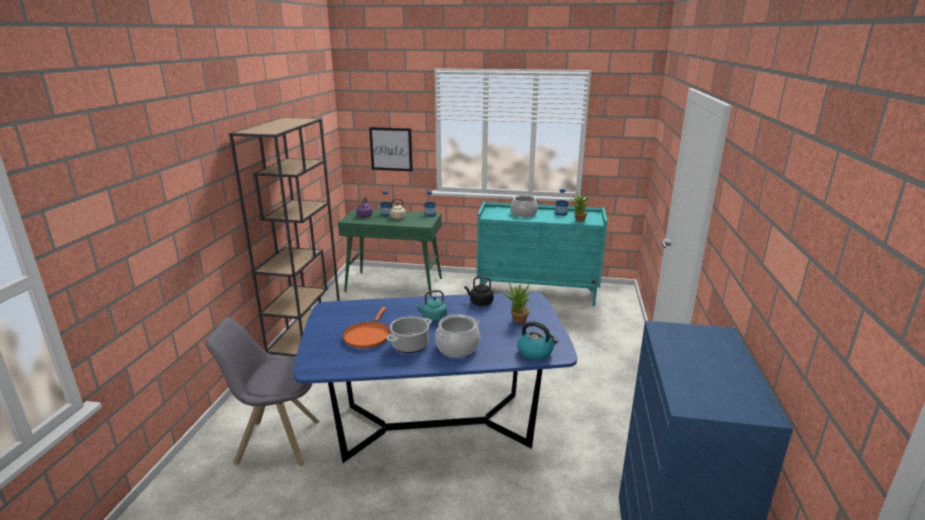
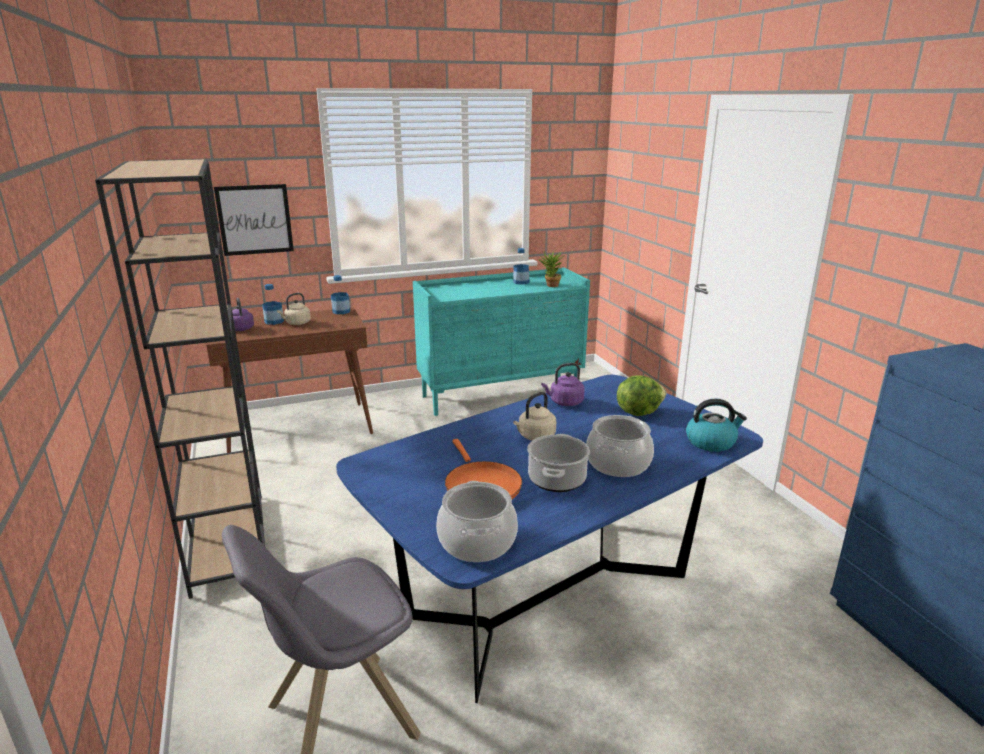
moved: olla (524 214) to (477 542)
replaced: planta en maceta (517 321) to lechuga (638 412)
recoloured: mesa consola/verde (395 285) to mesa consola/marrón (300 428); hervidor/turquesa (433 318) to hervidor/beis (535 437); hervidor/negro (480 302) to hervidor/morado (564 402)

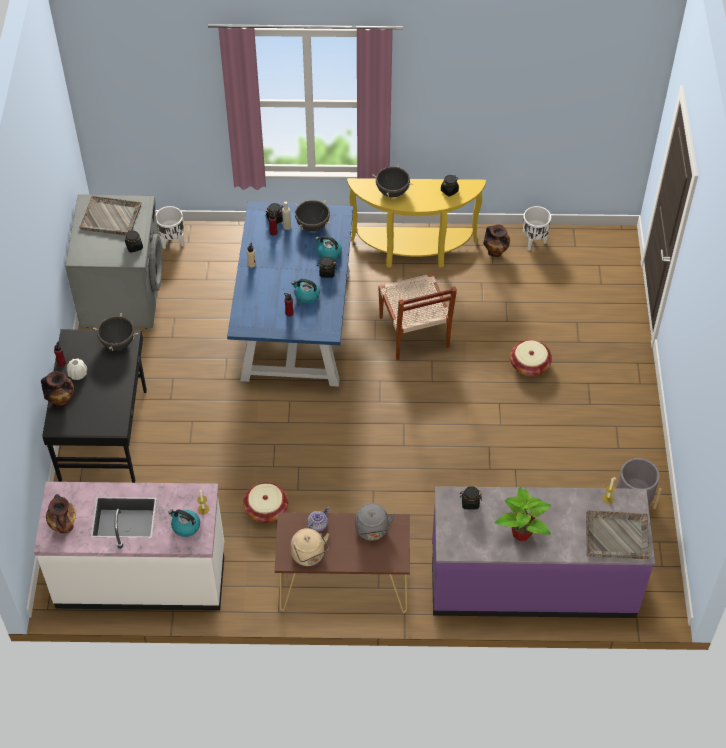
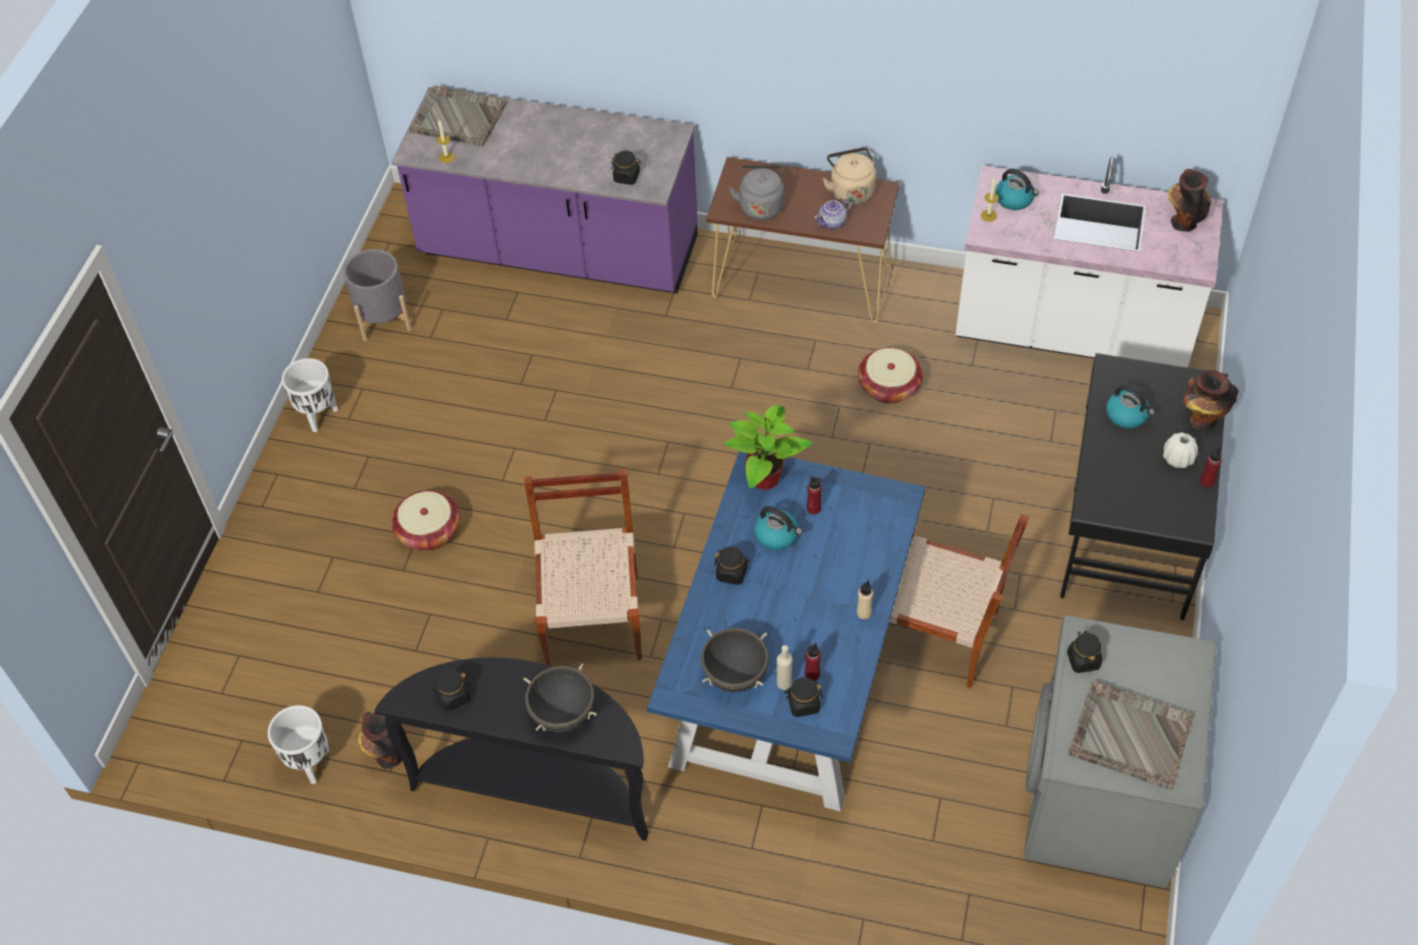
removed: olla/negro (118 343)
added: silla (940 635)
moved: maceta/blanco (172 242) to (319 416); hervidor (328 253) to (1127 415); planta en maceta (522 533) to (764 478)
recoloured: mesa consola/amarillo (414 252) to mesa consola/negro (537 785)

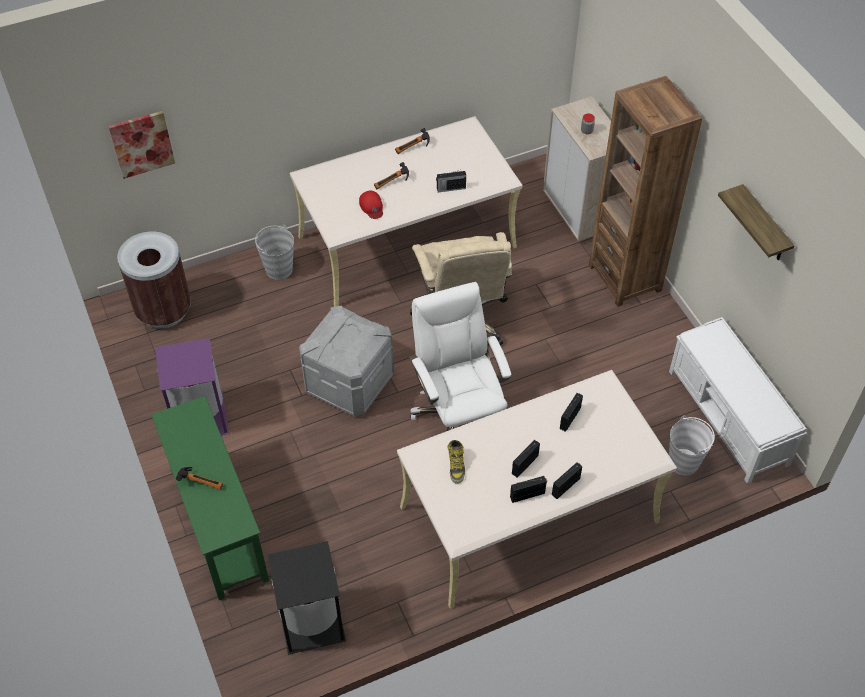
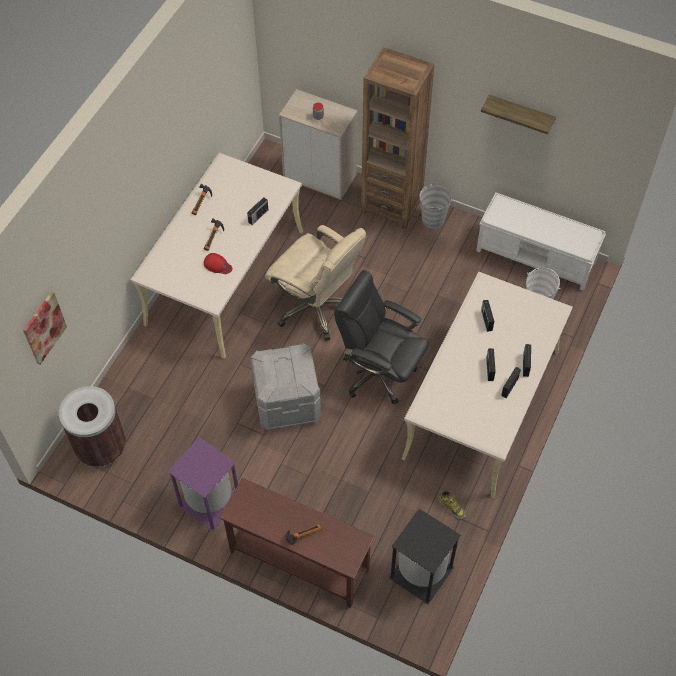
moved: cubo/gris (278 269) to (432 219); bota (456 465) to (452 507)
recoloured: mesa consola/verde (218 524) to mesa consola/marrón (298 561); silla de oficina/blanco (458 418) to silla de oficina/negro (380 374)

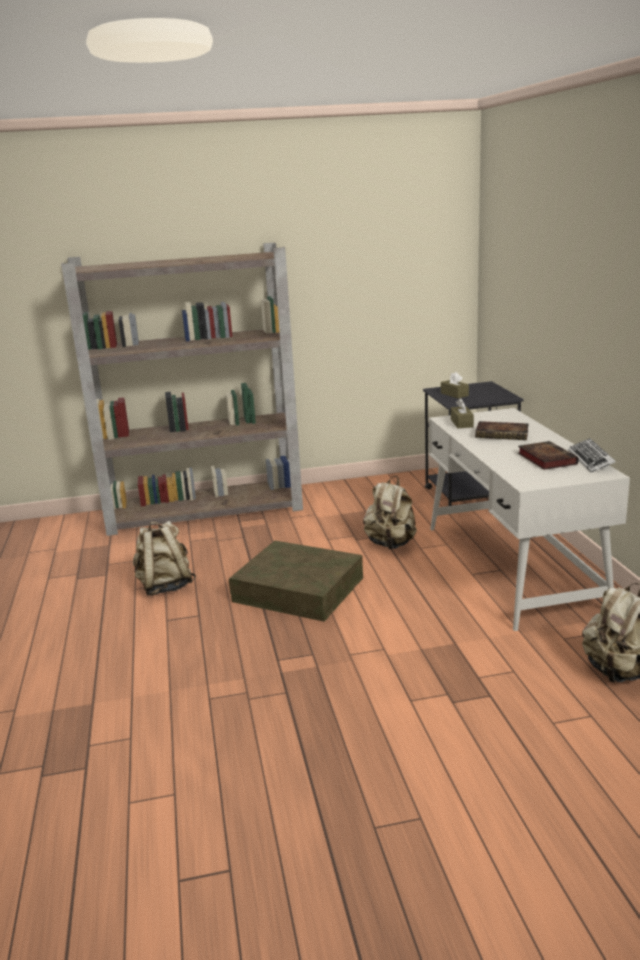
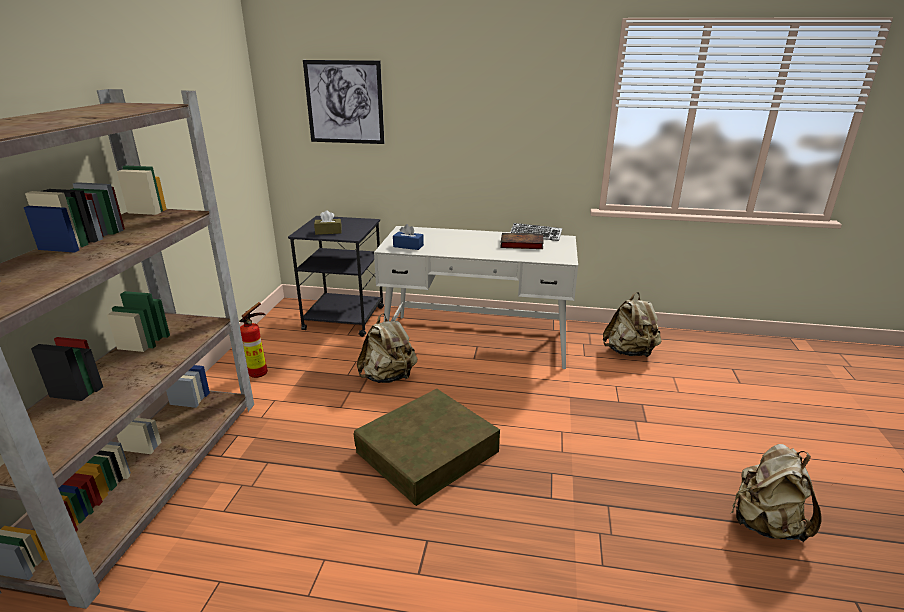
removed: libro (503 434)
added: extintor (261 373); cuadro (344 102)
moved: mochila/beis (165 586) to (765 524)
recoloured: caja de pañuelos/marrón (461 423) to caja de pañuelos/azul (408 246)

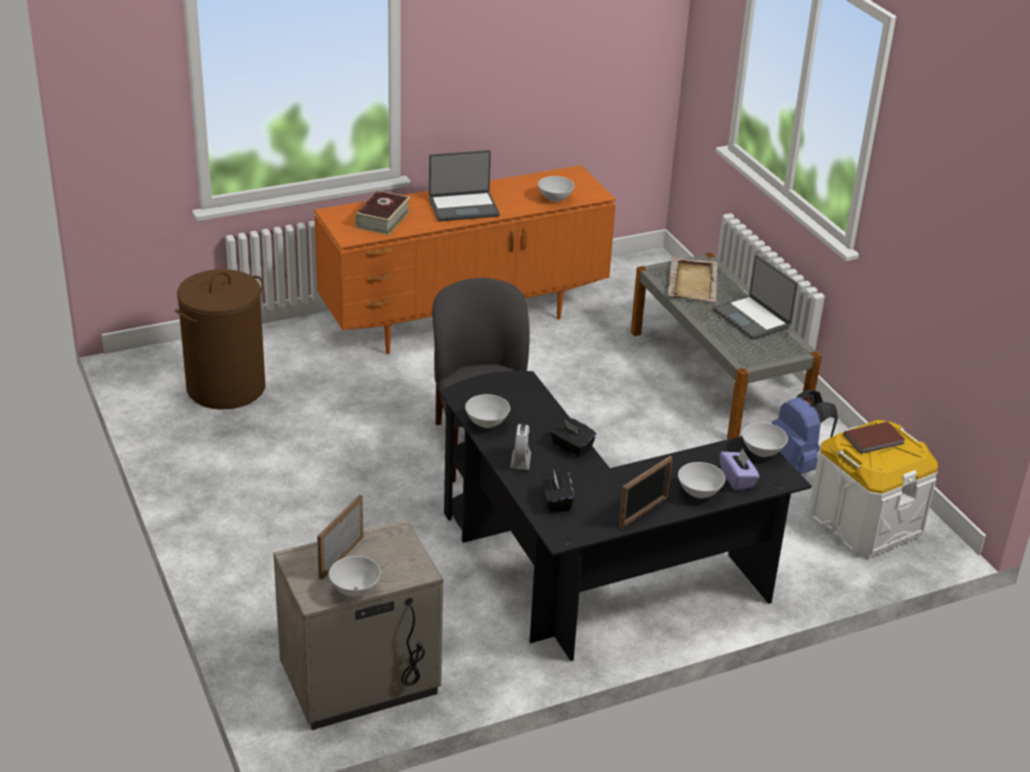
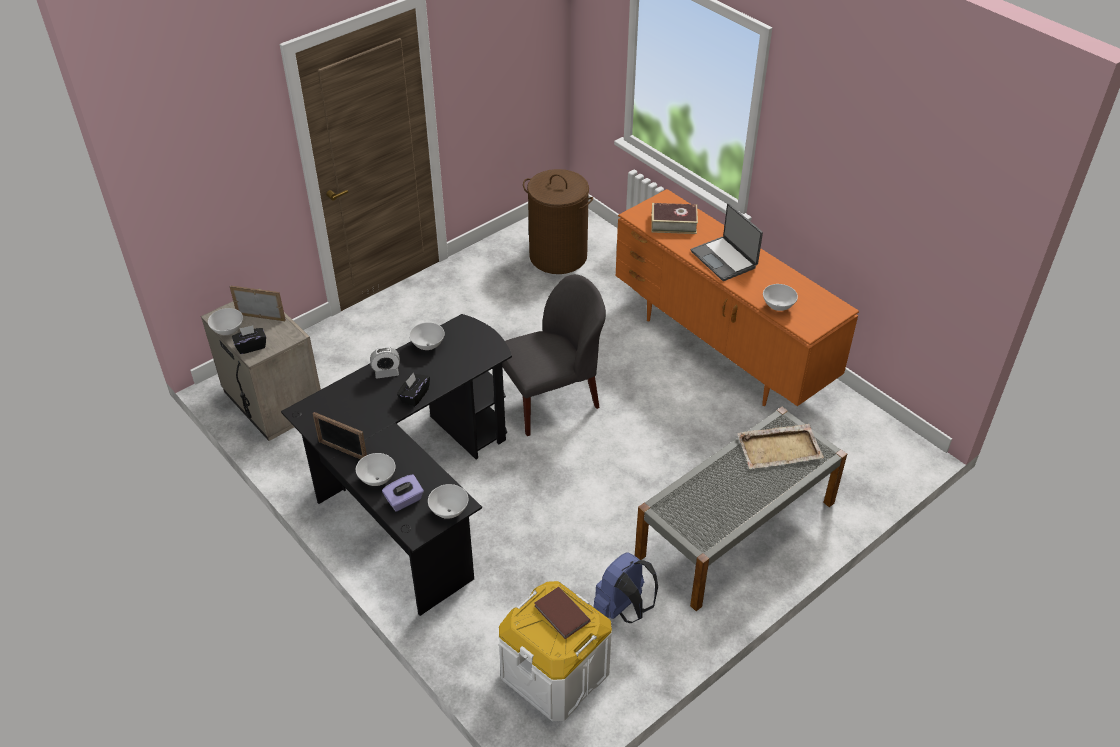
removed: portátil (752 318)
moved: caja de pañuelos/negro (556 501) to (251 346)

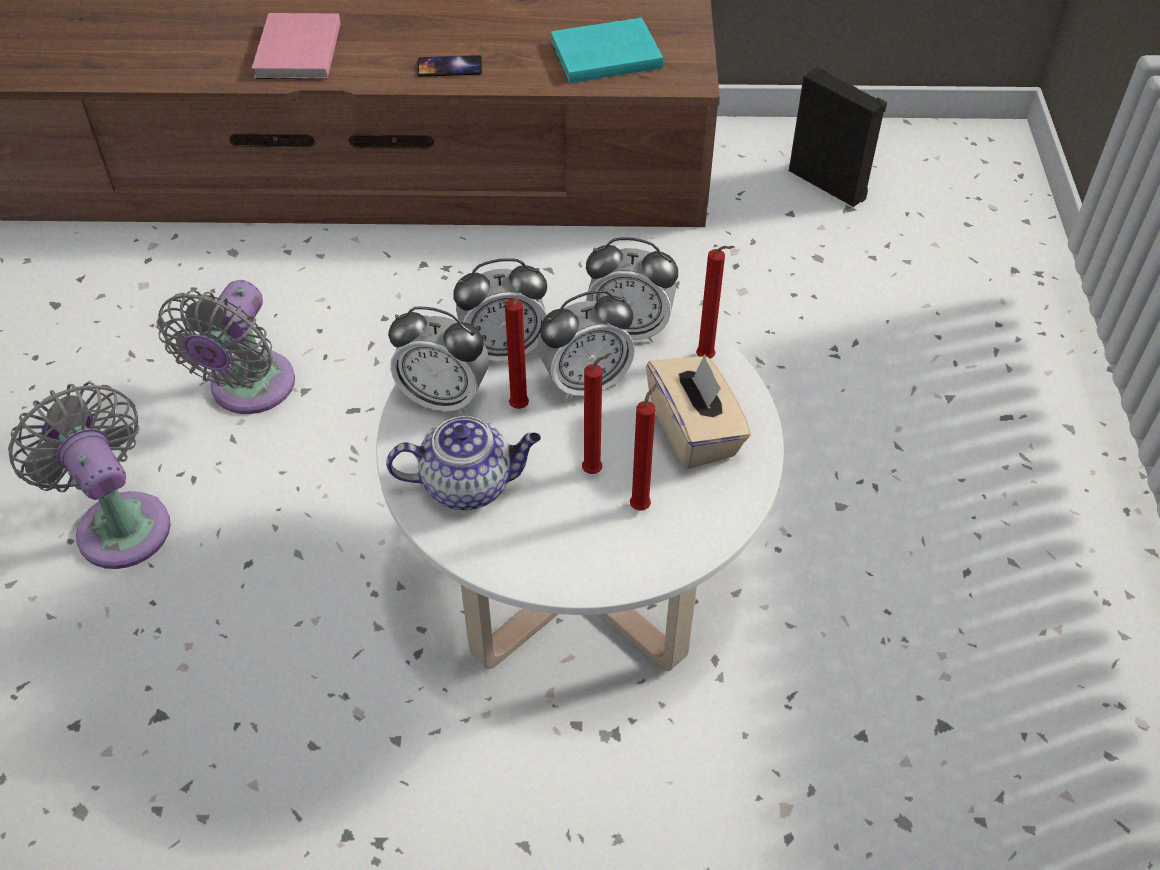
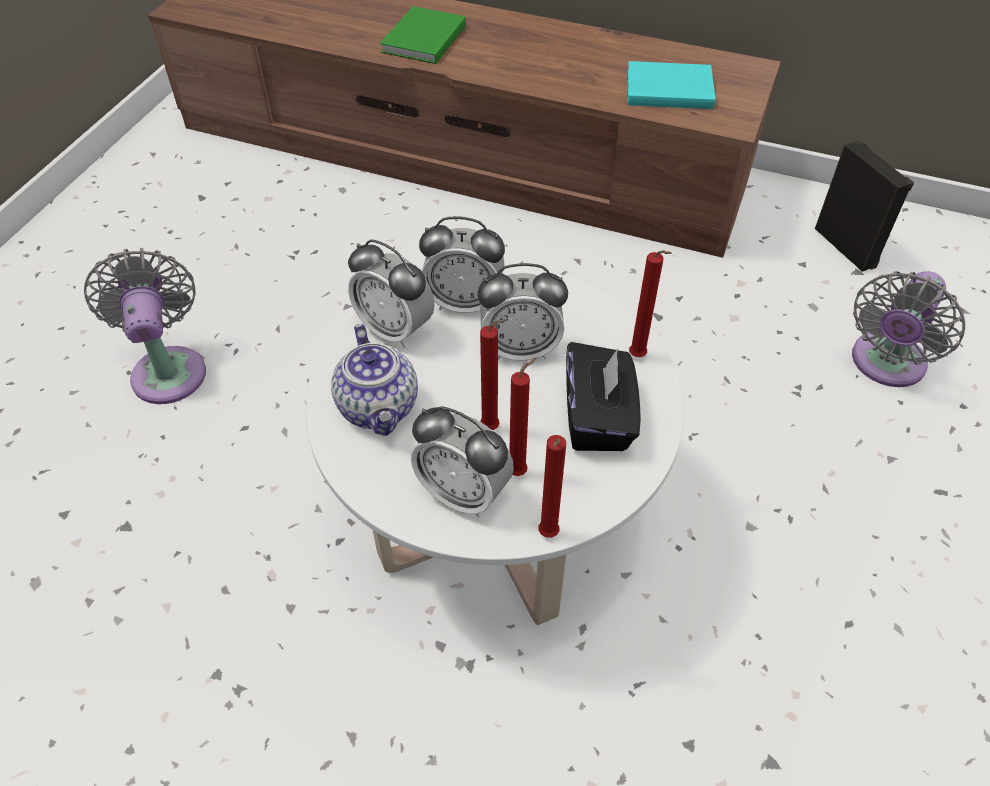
removed: móvil (449 67)
moved: ventilador/gris (248 390) to (885 365); vela/rojo (519 409) to (547 536); despertador (629 328) to (463 493)
recoloured: libro/rosa (296 52) to libro/verde (422 40); caja de pañuelos/beis (695 431) to caja de pañuelos/negro (598 418)
turned: tetera (469 484) = (379 408) 60 degrees clockwise

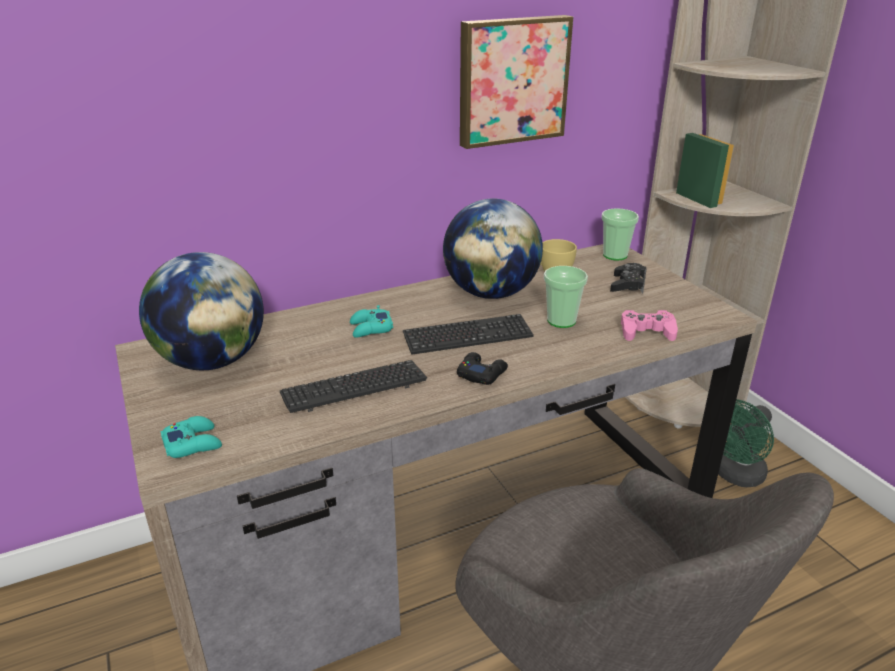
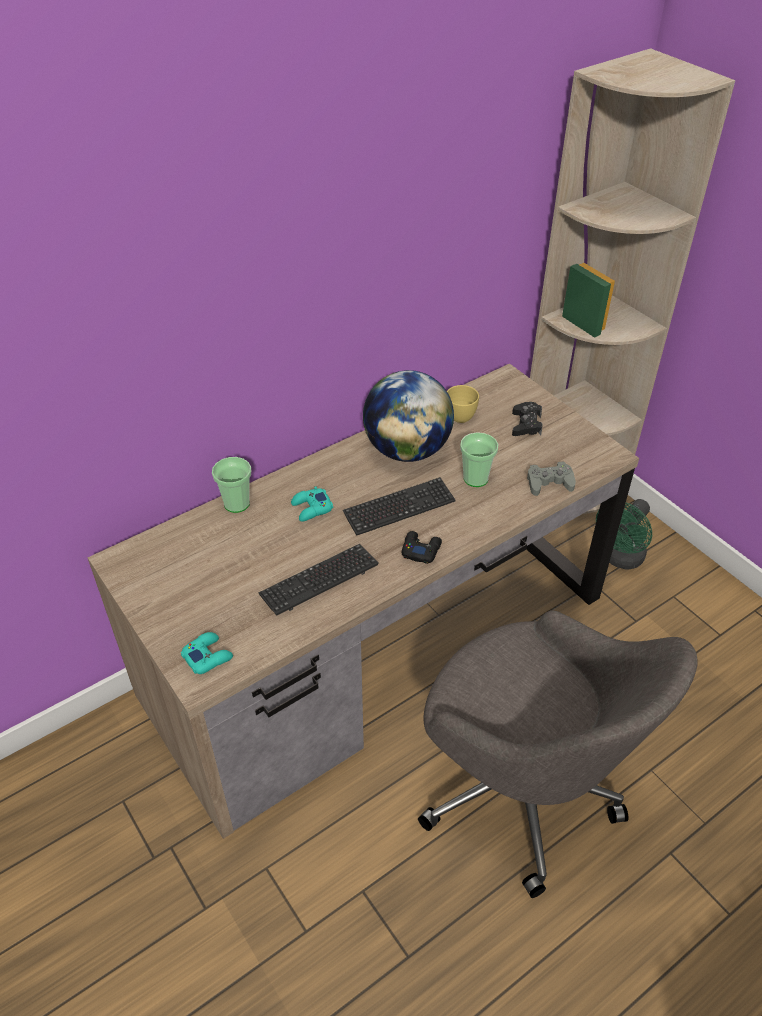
removed: globo terráqueo (212 361); cuadro (511 80)
moved: taza (615 255) to (236 503)
recoloured: mando de consola/rosa (646 332) to mando de consola/gris (549 483)

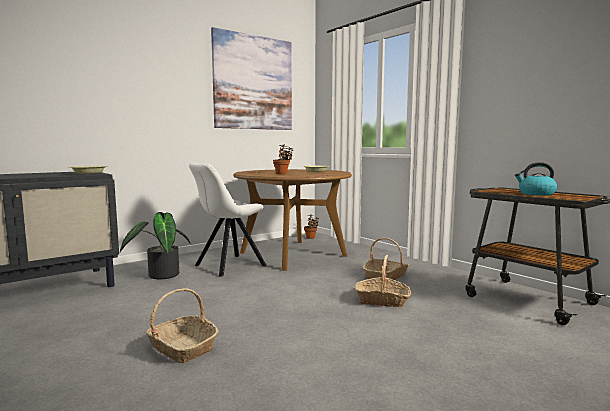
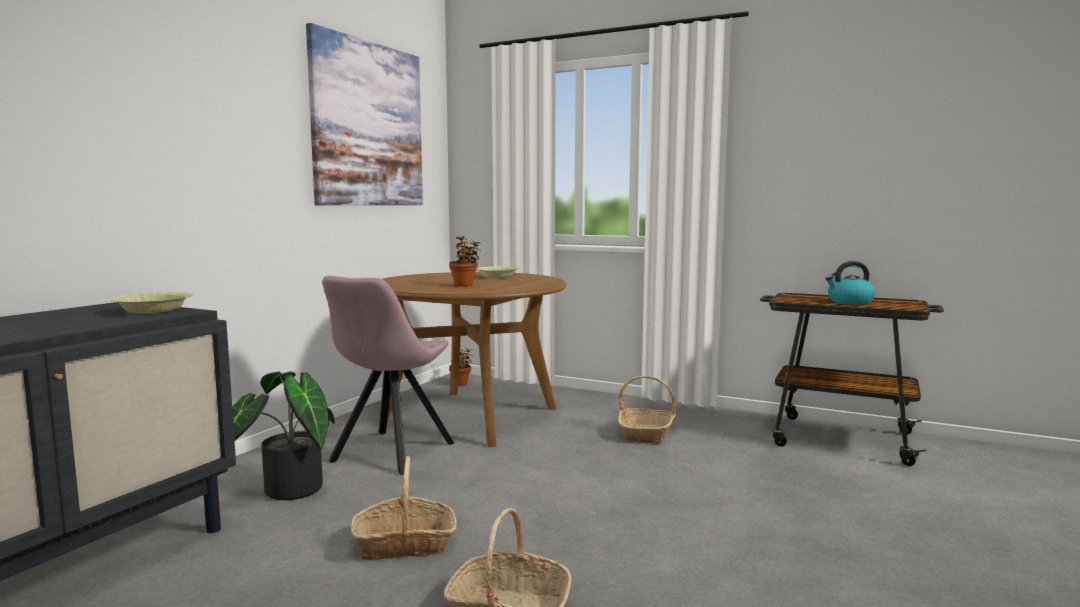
moved: cesta (382 300) to (405 543)
recoloured: silla/blanco (229 265) to silla/rosa (391 452)

